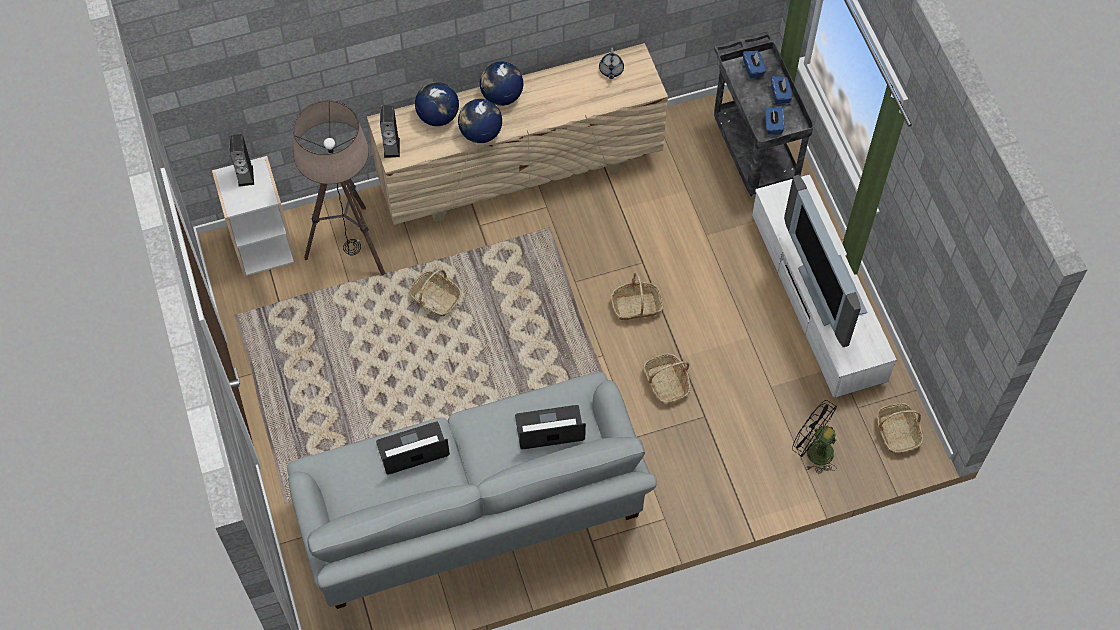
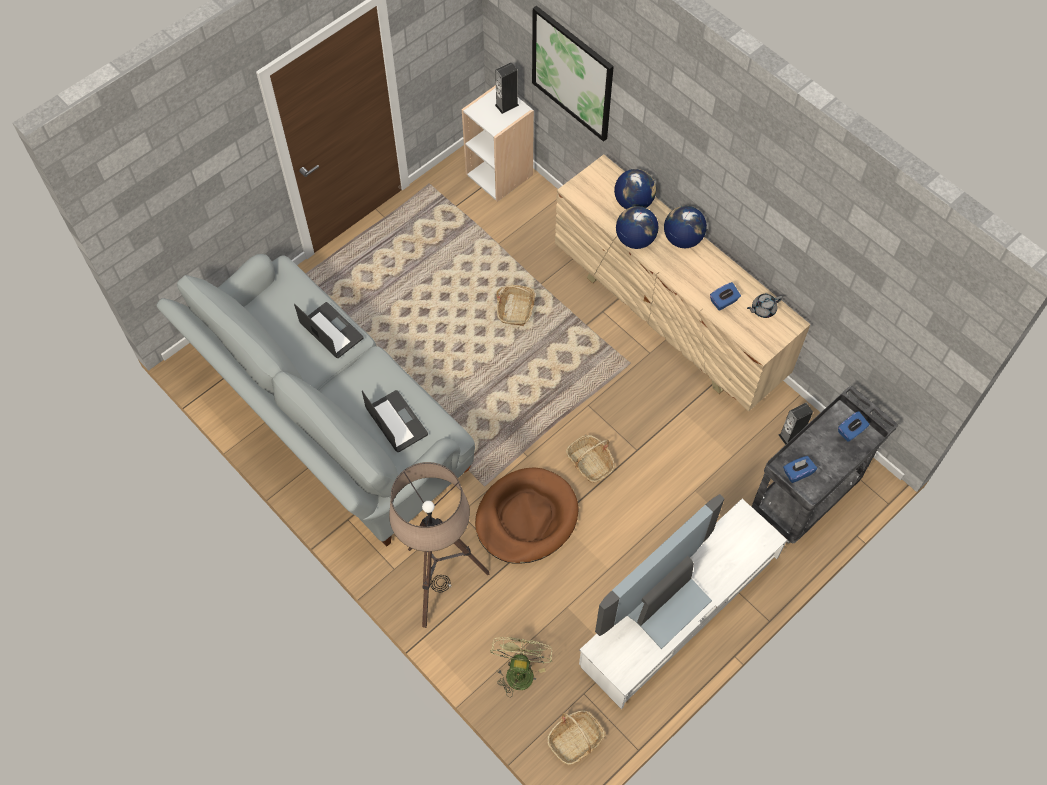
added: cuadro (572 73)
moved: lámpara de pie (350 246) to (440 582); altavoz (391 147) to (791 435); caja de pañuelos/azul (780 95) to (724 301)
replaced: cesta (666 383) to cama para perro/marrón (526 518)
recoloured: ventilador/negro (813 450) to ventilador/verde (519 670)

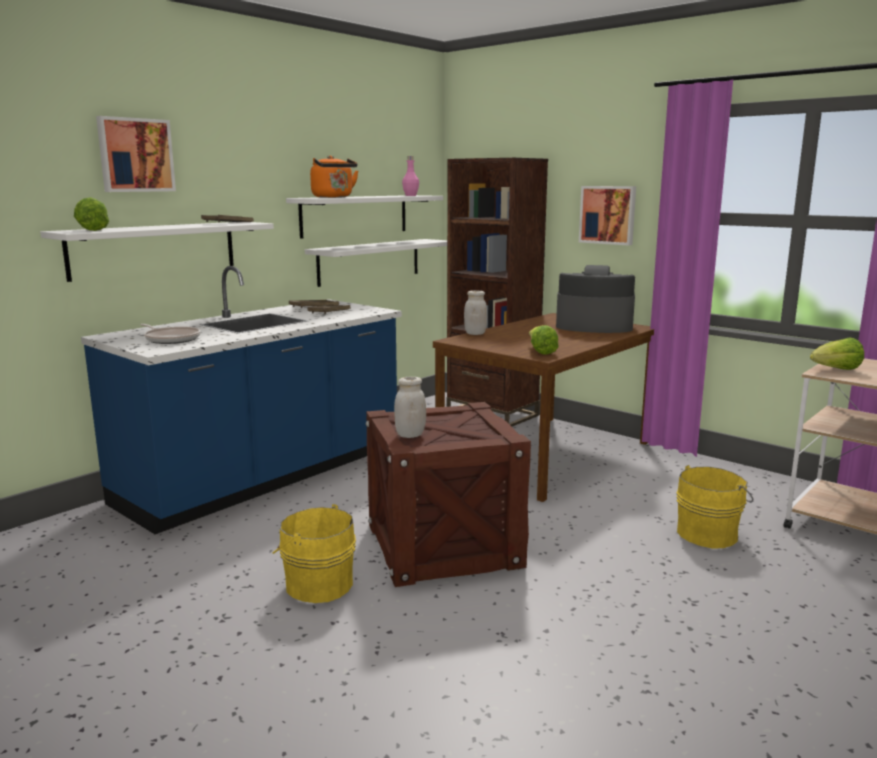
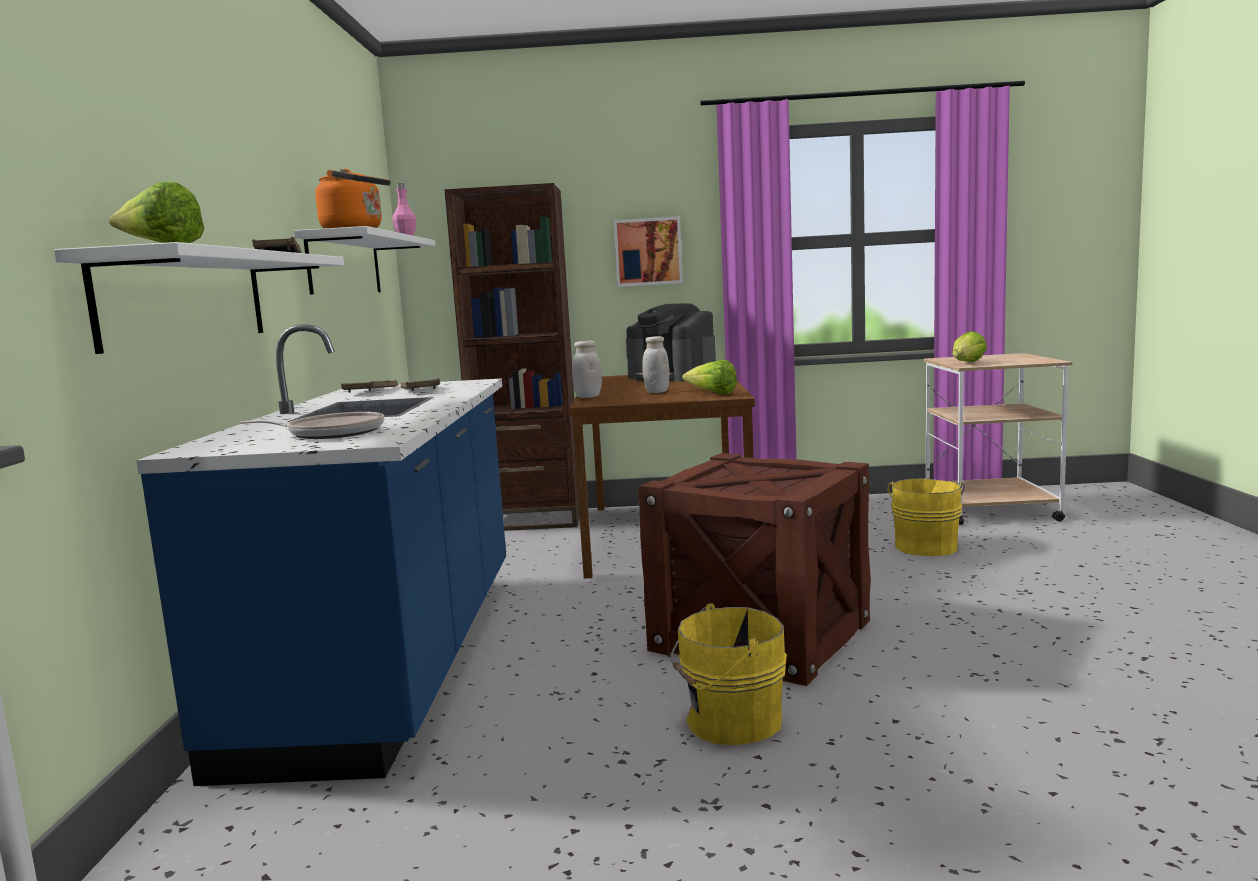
removed: cuadro (135 155); estante/blanco (369 261)
moved: tarro/blanco (410 435) to (656 392)
turned: cafetera (593 326) = (672 377) 105 degrees counterclockwise

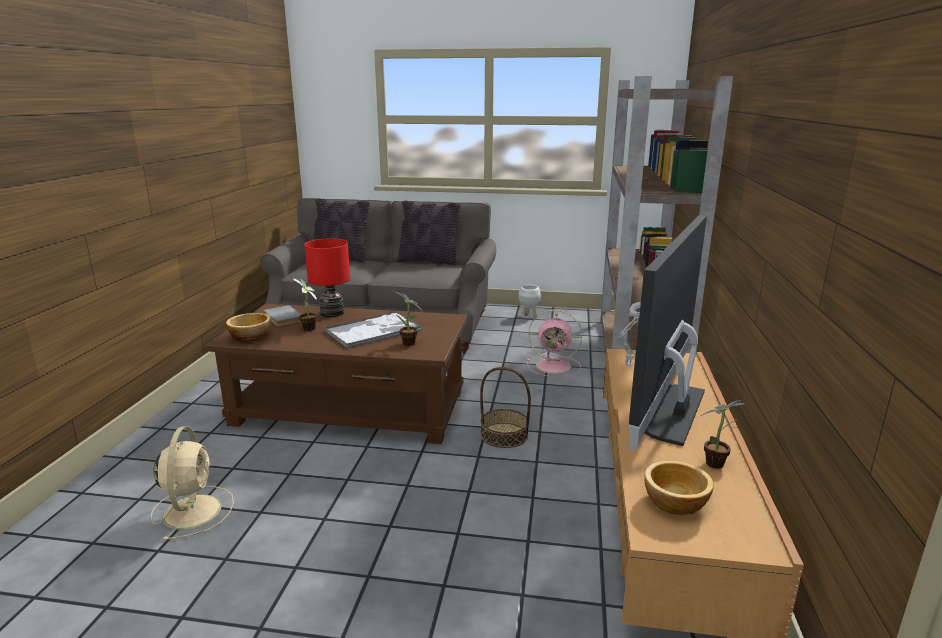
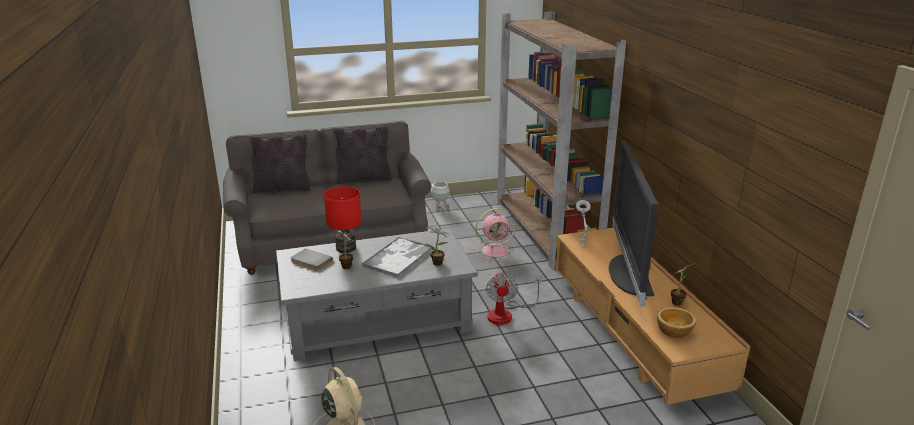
removed: cuenco (251 336)
replaced: cesta (504 435) to ventilador (506 314)
recoloured: mesa de centro/marrón (351 408) to mesa de centro/gris (378 321)

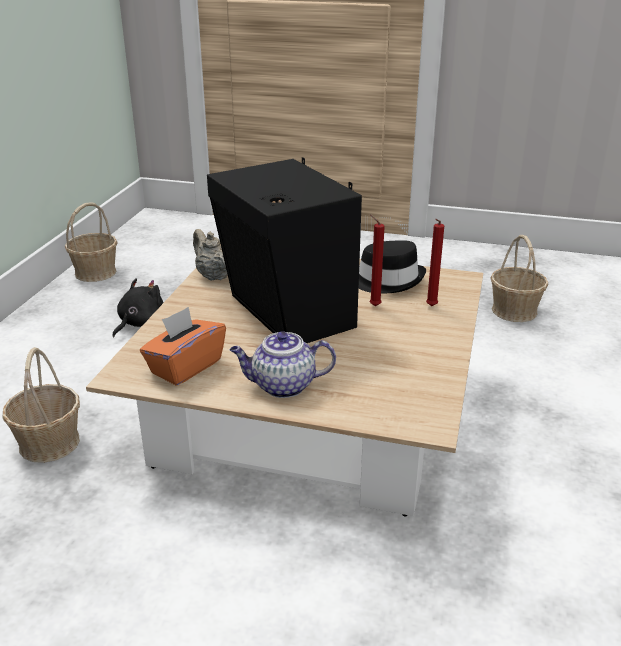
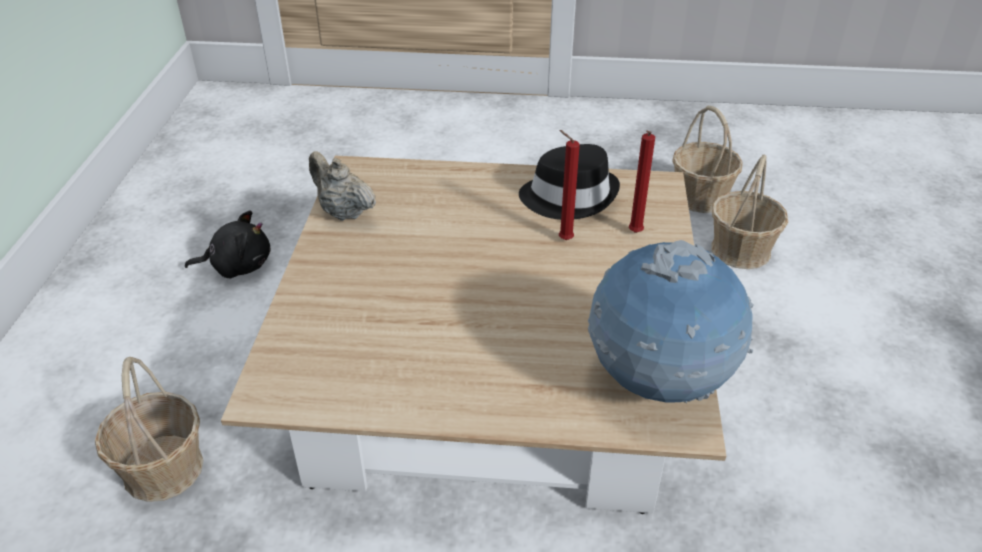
removed: caja de pañuelos/naranja (185 367); altavoz/negro (287 314); tetera (282 386)
added: globo terráqueo (658 383)
moved: cesta (96 272) to (741 250)
turned: peluche/negro (139 324) = (237 266) 60 degrees clockwise

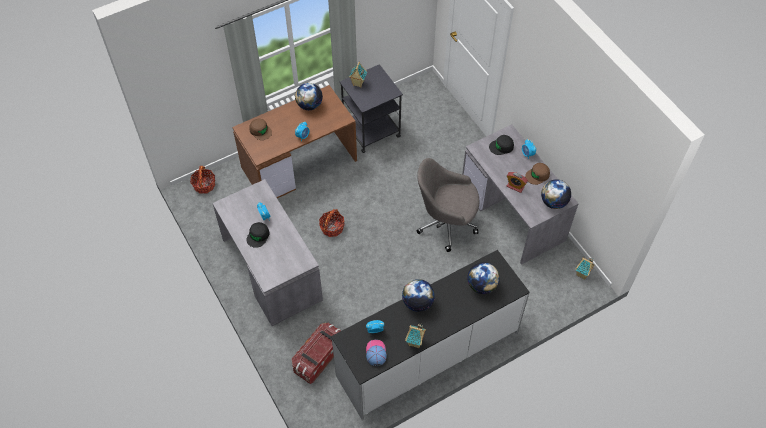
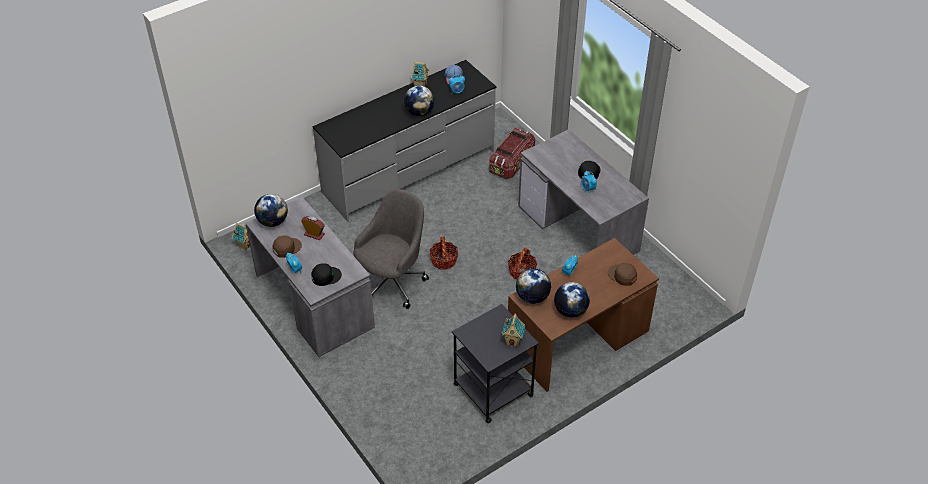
moved: cesta (204 185) to (444 260); globo terráqueo (482 285) to (532 297)
turned: silla de oficina/gris (446 225) = (392 283) 60 degrees counterclockwise

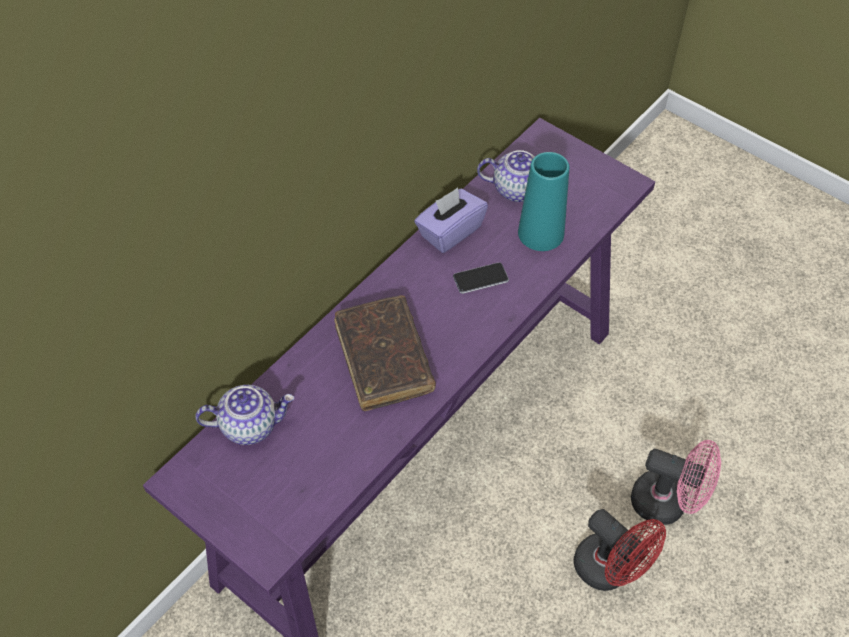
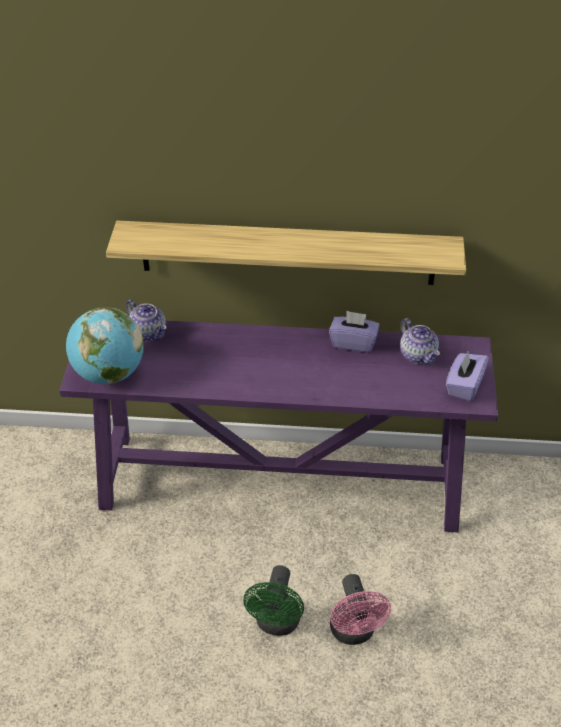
removed: libro/marrón (384 359); móvil (480 278); florero/turquesa (541 233)
added: globo terráqueo (109 374); estante (288 252); caja de pañuelos/morado (464 386)
recoloured: ventilador/rojo (610 570) to ventilador/verde (277 624)

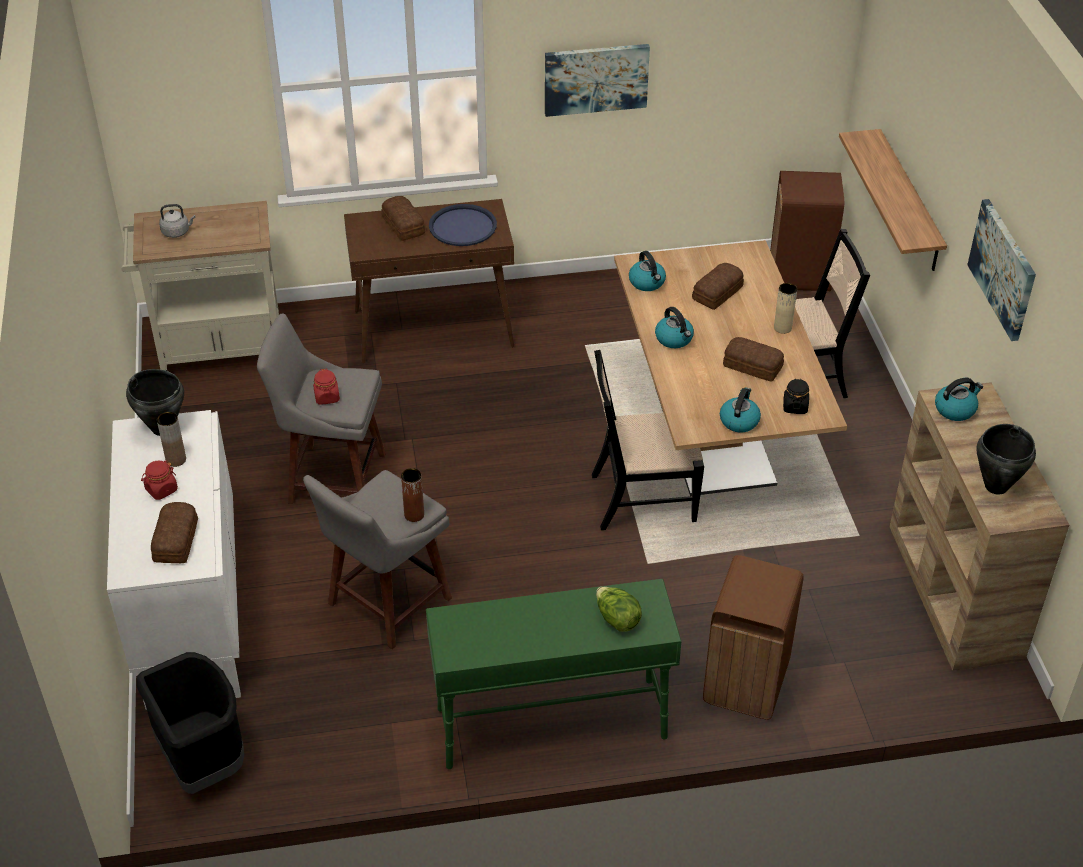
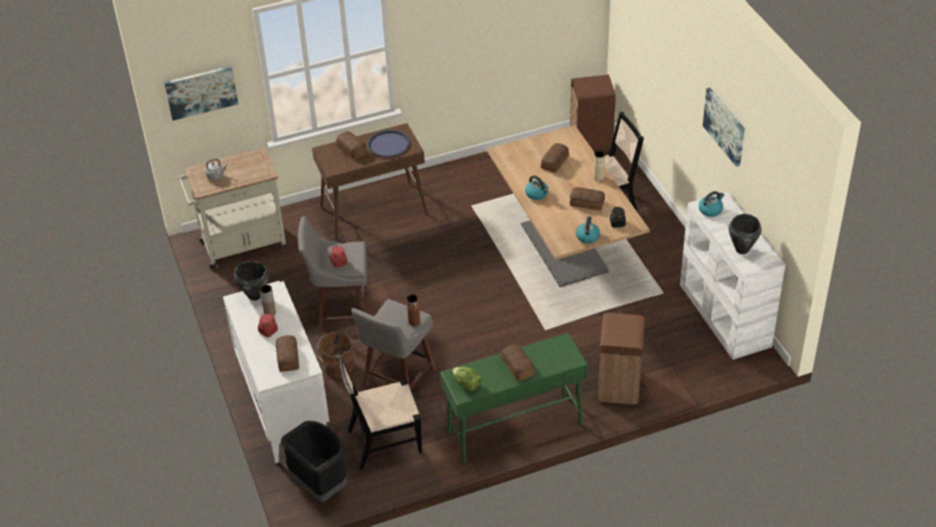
removed: hervidor (647 282); estante (909 202)
added: cubo/marrón (336 367); pan (517 367)
moved: cuadro (596 79) to (201 92); silla (642 498) to (384 442); lechuga (617 619) to (467 384)
recoloured: estantería/marrón (956 591) to estantería/blanco (725 315)

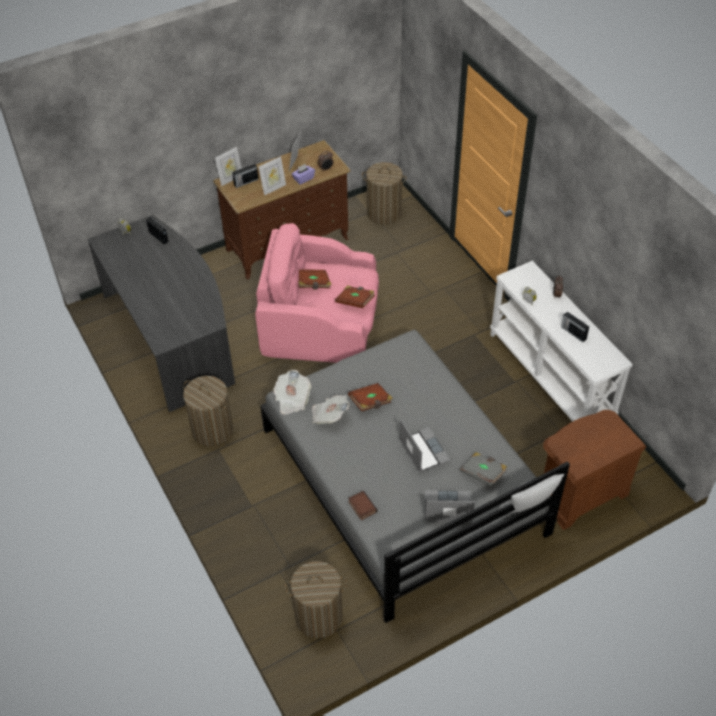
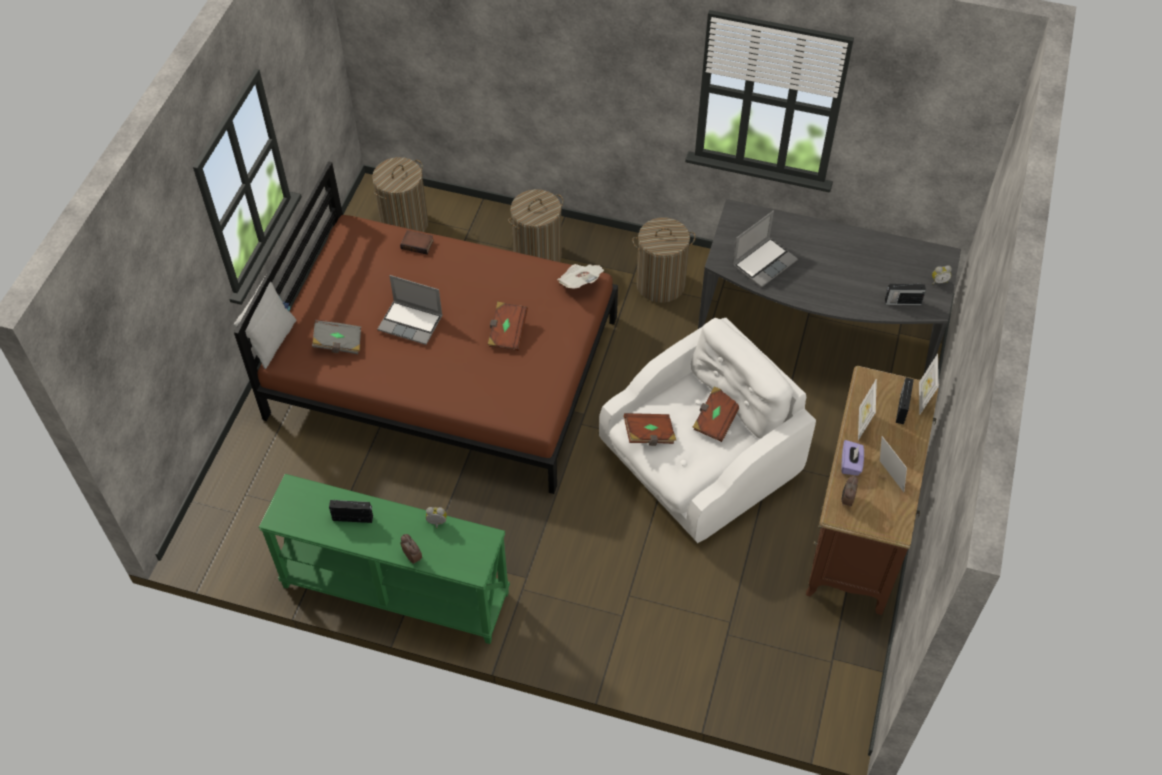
removed: periódico (329 415); mesita de noche/marrón (578 492)
moved: cesto de la ropa (383 213) to (537 256); portátil (447 508) to (764 262)
recoloured: sillón/rosa (322 323) to sillón/blanco (698 461); cama/gris (402 481) to cama/marrón (444 366); mesa consola/blanco (551 376) to mesa consola/verde (394 591)

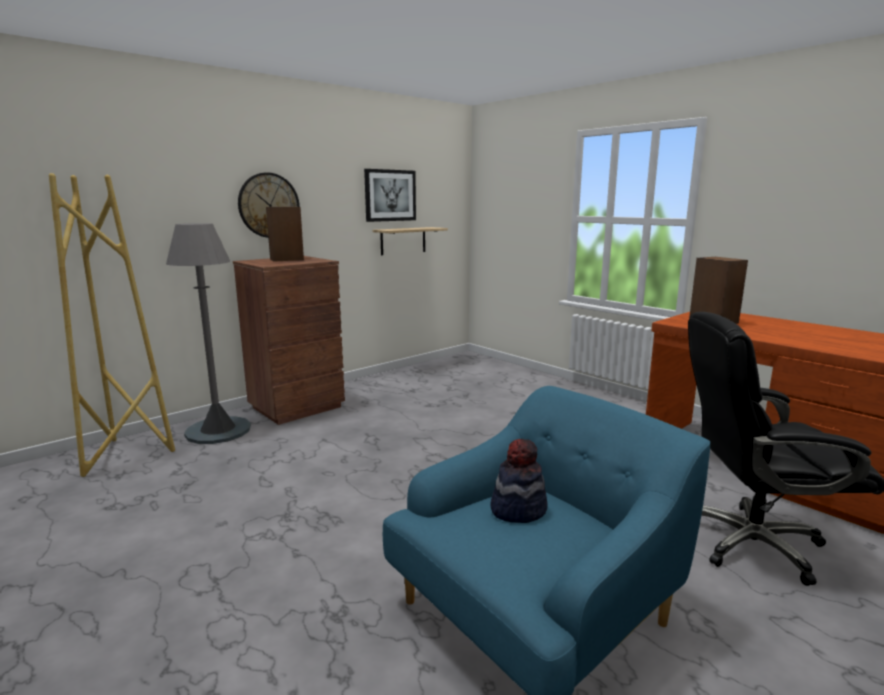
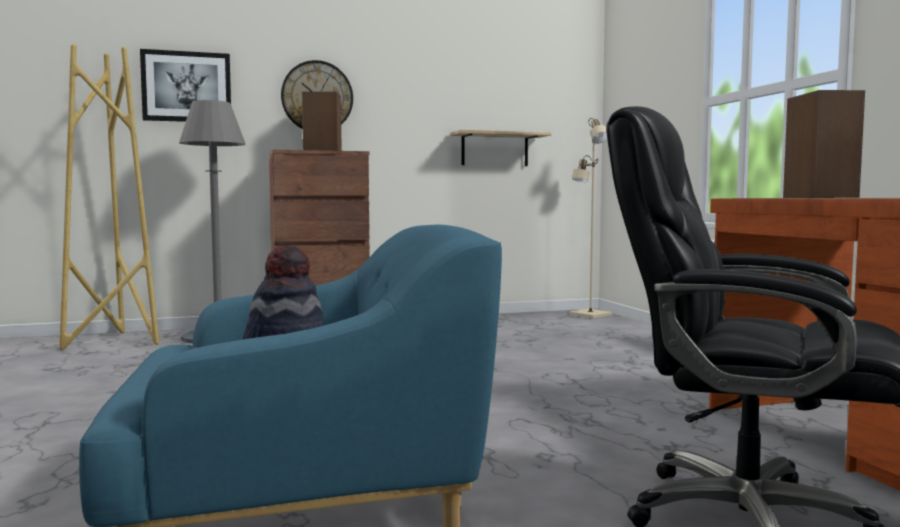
added: lámpara de pie/beis (590 314)
moved: cuadro (390 195) to (186 87)

